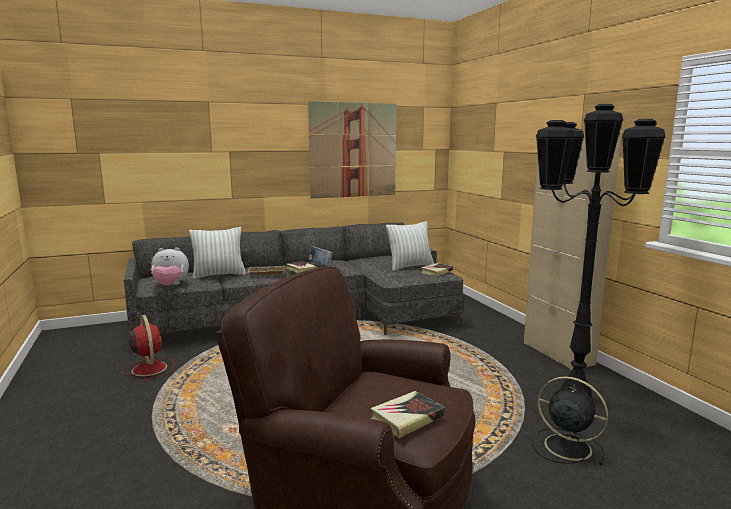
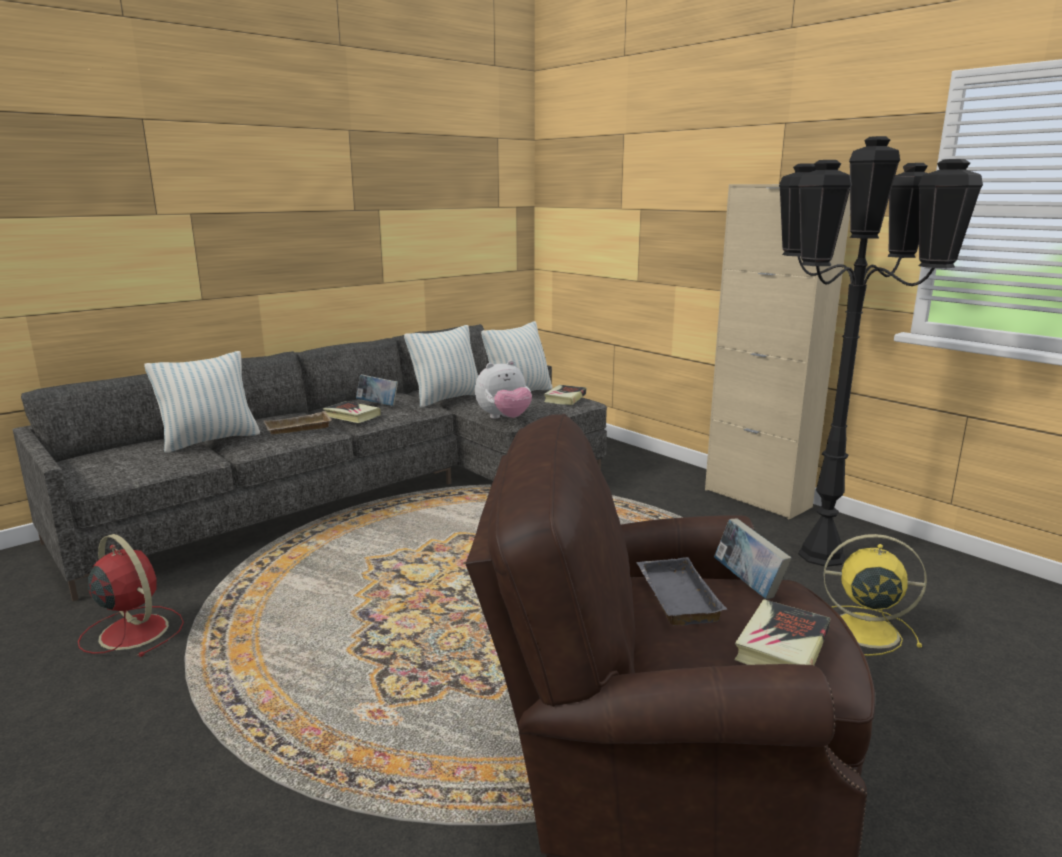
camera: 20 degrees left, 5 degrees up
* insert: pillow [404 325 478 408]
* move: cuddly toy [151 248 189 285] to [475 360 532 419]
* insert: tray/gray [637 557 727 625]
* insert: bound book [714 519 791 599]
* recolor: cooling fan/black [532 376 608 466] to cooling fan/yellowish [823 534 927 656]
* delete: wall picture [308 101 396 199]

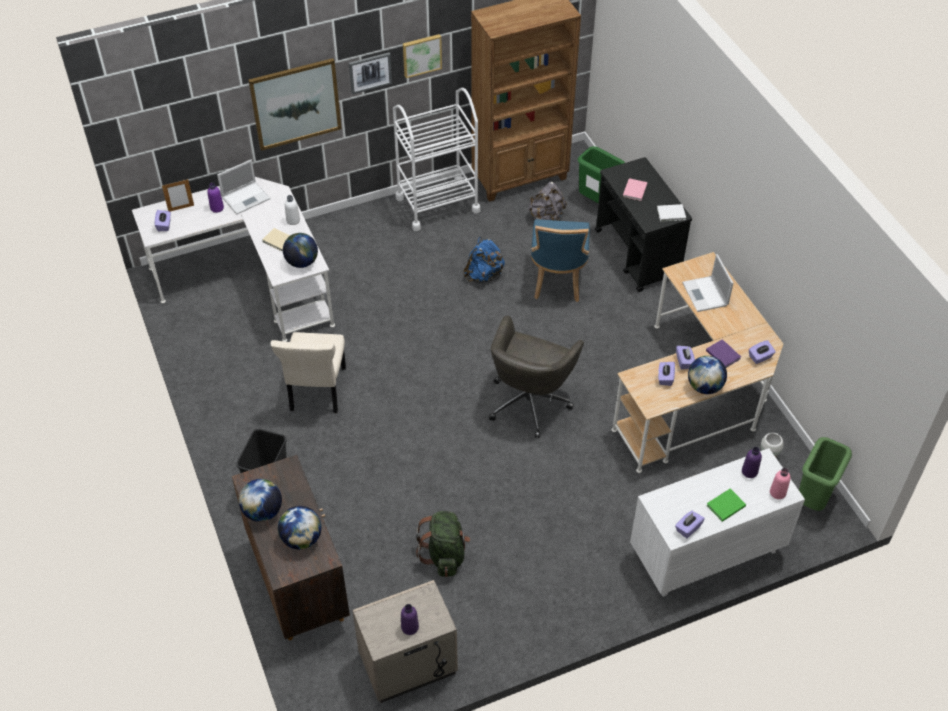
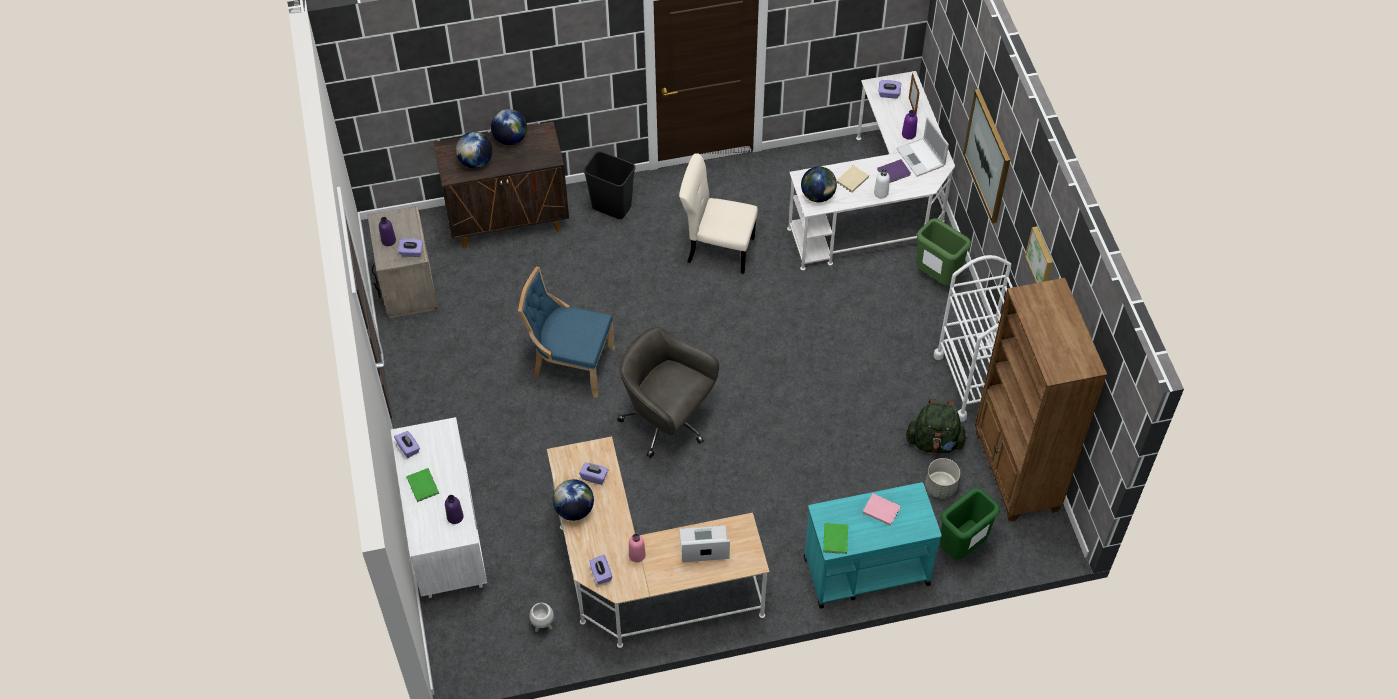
camera: 100 degrees right, 5 degrees up
* move: tissue box/purplish [676 346 695 370] to [398 238 423 257]
* move: chair/blue-coloured [531 219 590 302] to [518 267 615 398]
* move: beverage bottle/pink [770 468 790 499] to [629 533 646 562]
* recolor: wheeled cart/black [595 157 692 292] to wheeled cart/blue-green [804 482 942 609]
* recolor: bound book/whitish [657 204 686 222] to bound book/green-coloured [823 523 848 554]
* move: bound book/purplish [706 339 741 368] to [877 159 911 183]
* move: rucksack/green-coloured [416 511 470 577] to [906 399 968 453]
* move: waste bin/green-coloured [799 437 852 511] to [916 218 971 285]
* replace: rucksack/gray [528 182 567 221] to planter/gray [925 458 960 499]
* delete: wall picture [349 52 392 94]
* delete: rucksack/blue-coloured [463 237 505 283]

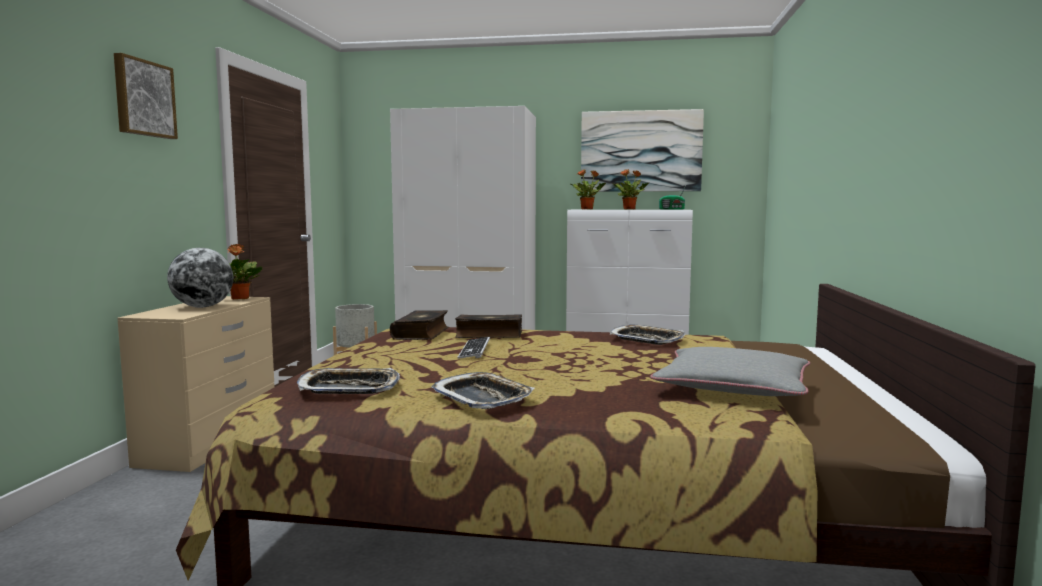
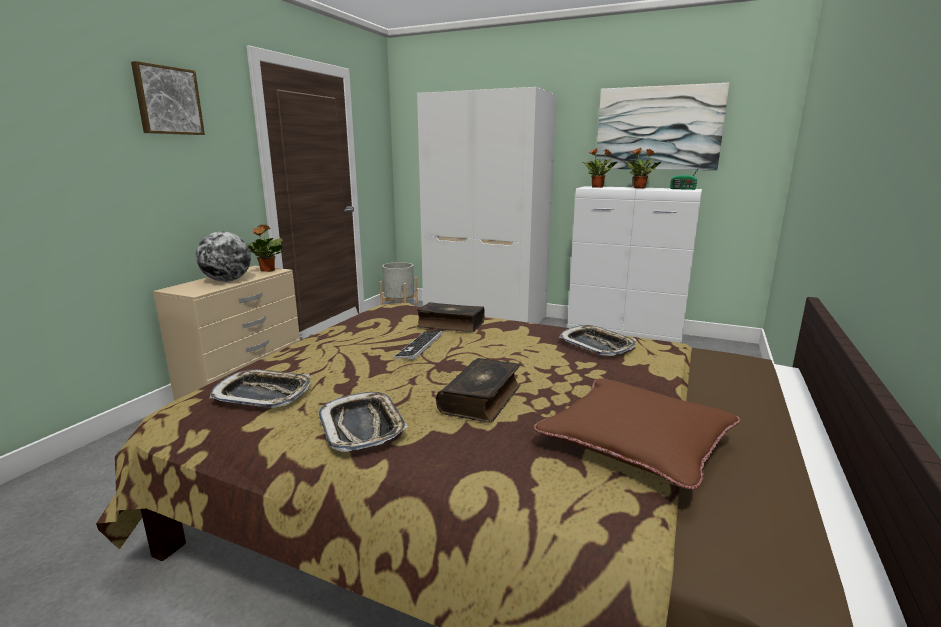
camera: 15 degrees right, 10 degrees up
* move: bound book [390 310 448 340] to [436 358 520 423]
* recolor: pillow/gray [650 347 810 396] to pillow/brown [533 378 740 490]

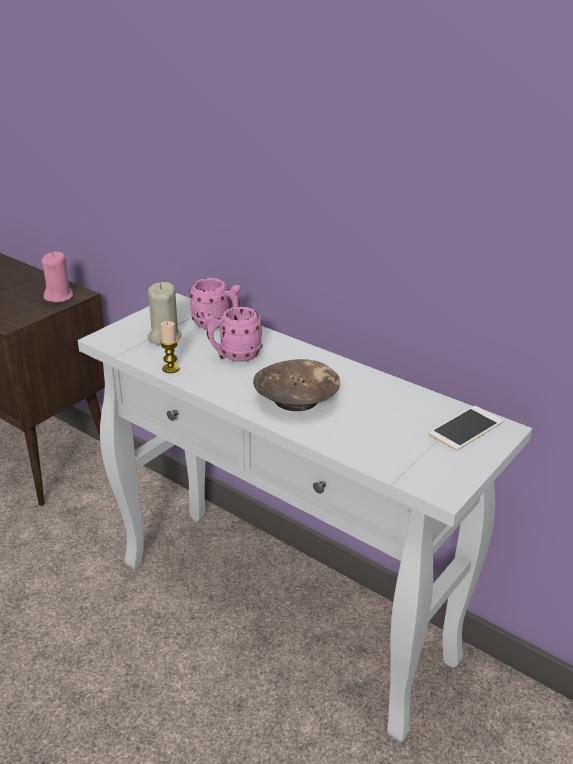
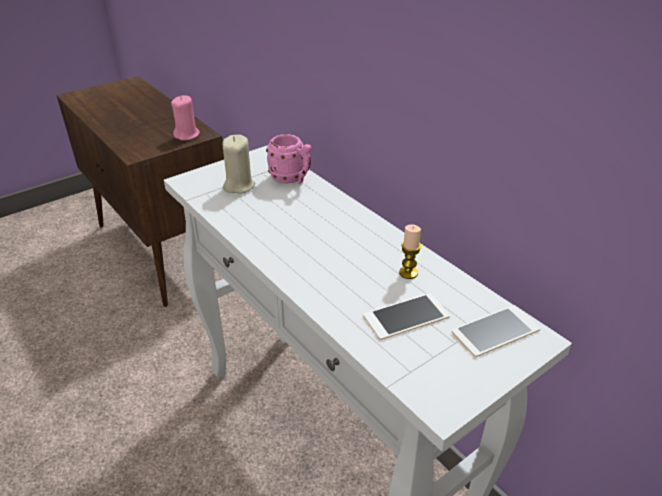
camera: 15 degrees right, 5 degrees up
* insert: phone [363 293 450 340]
* move: wax candle [160 321 180 373] to [399 224 421 279]
* delete: coffee mug/pink [204 307 263 362]
* delete: bowl/brown [253 359 340 411]

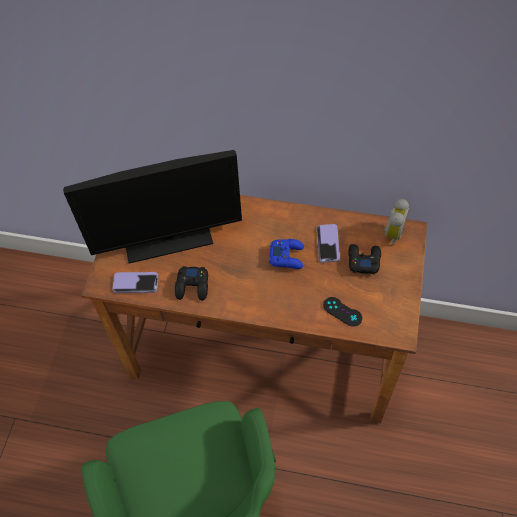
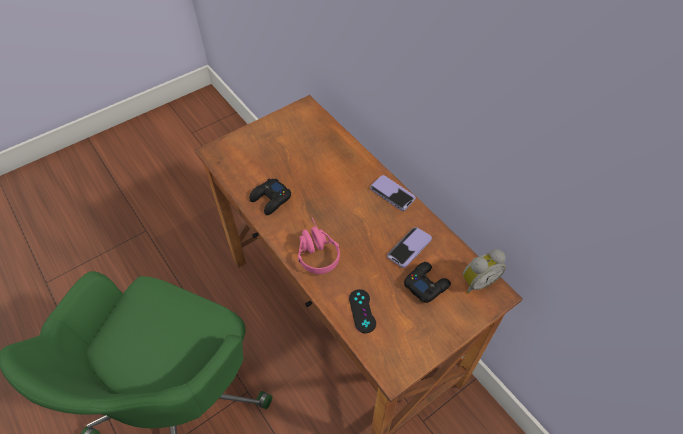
camera: 40 degrees right, 5 degrees down
* insert: headphones/pink [298 217 340 274]
* move: phone [113 272 158 293] to [370 175 416 211]
* delete: monitor [63 150 242 264]
* delete: gamepad/blue-coloured [269 239 304 269]

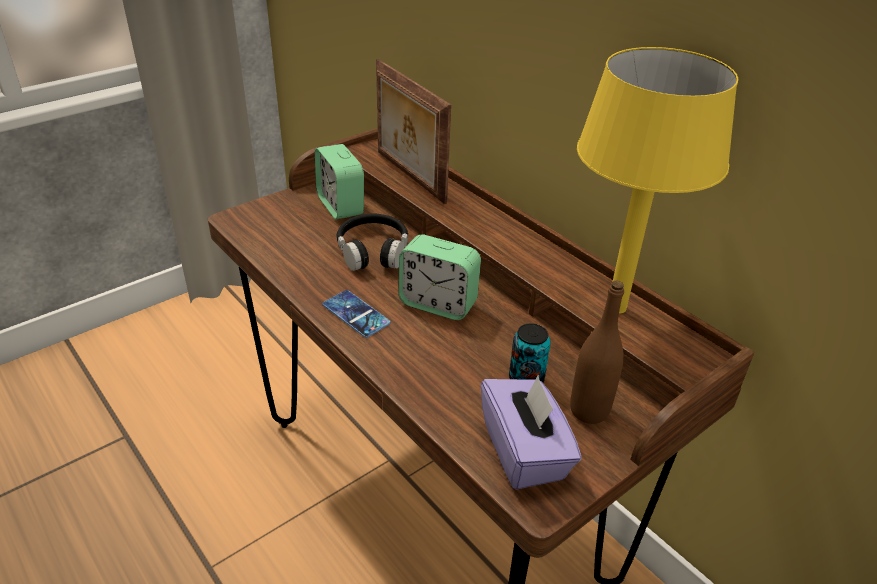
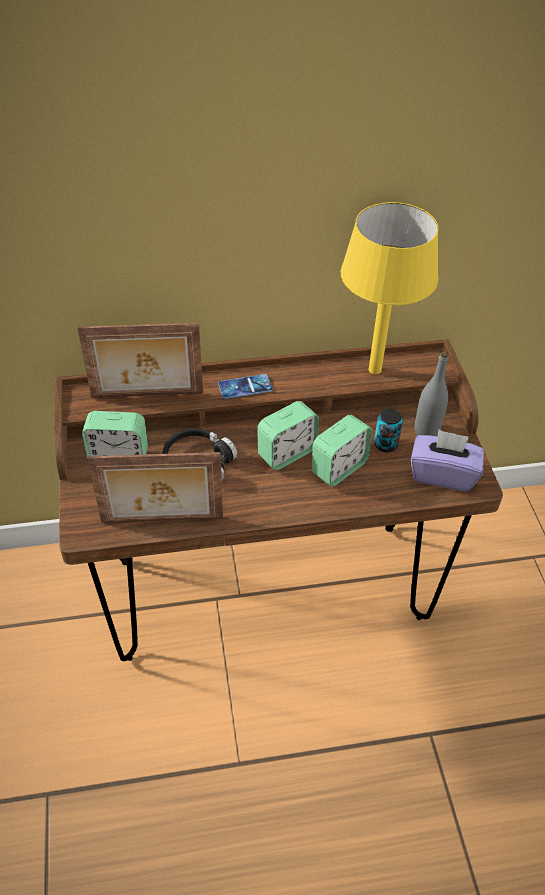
camera: 60 degrees left, 10 degrees up
* insert: photo frame [87 452 223 523]
* move: phone [323 290 391 338] to [218 374 273 399]
* insert: alarm clock [312 415 372 487]
* recolor: beverage bottle/brown [570 281 624 424] to beverage bottle/gray [415 351 449 436]

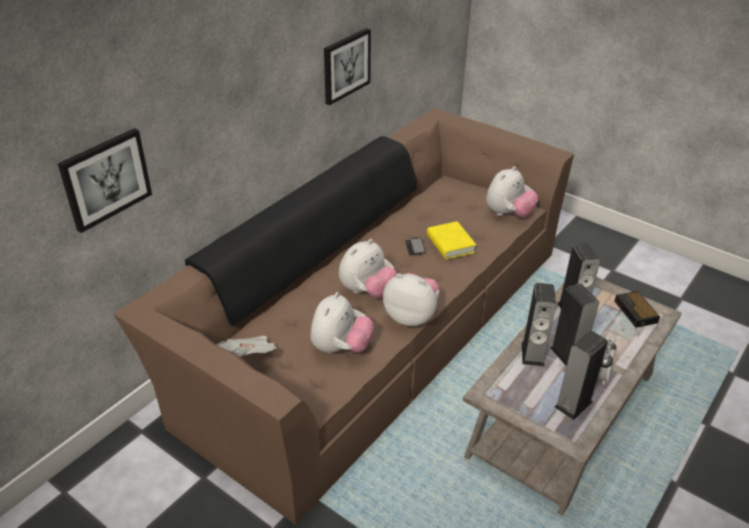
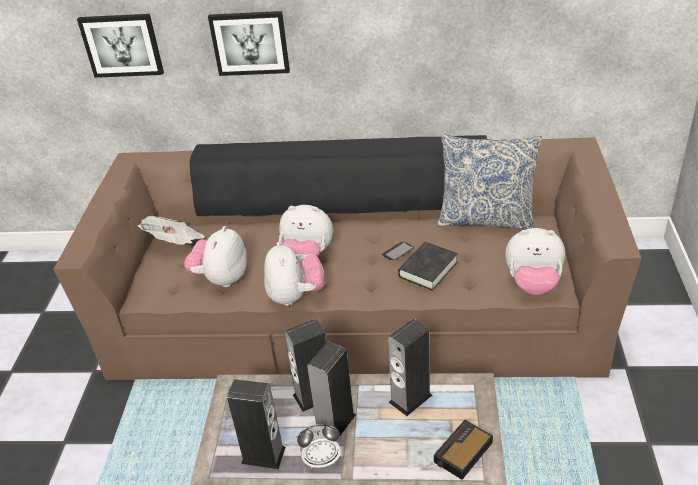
camera: 60 degrees right, 0 degrees up
* rotate: cuddly toy [310 292 374 354] = [184 226 247 287] 120 degrees clockwise
* move: wall picture [324 28 371 105] to [208 11 290 76]
* recolor: bound book/yellowish [427 221 476 259] to bound book/black [398 242 458 291]
* insert: pillow [438 134 542 230]

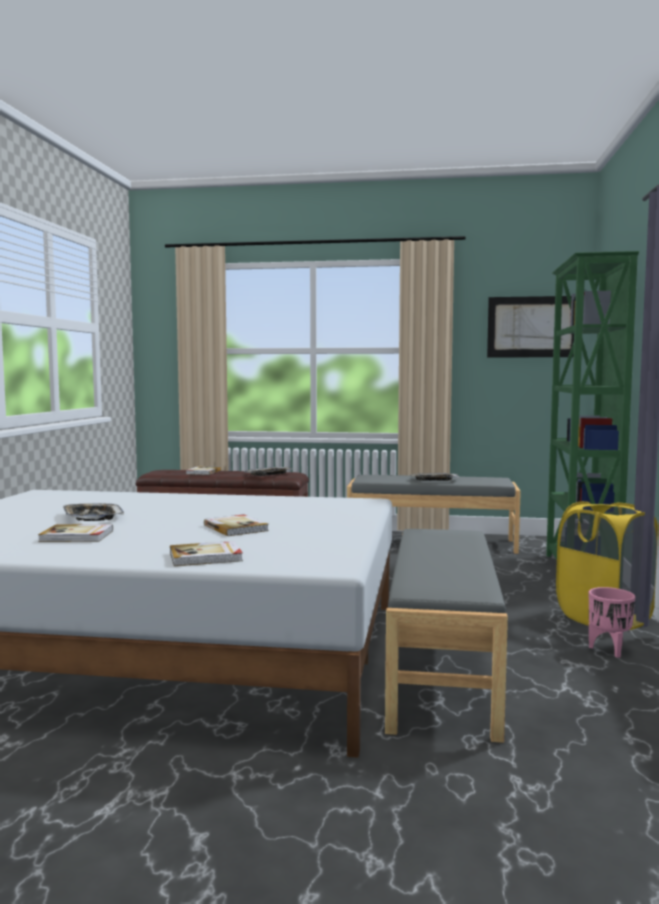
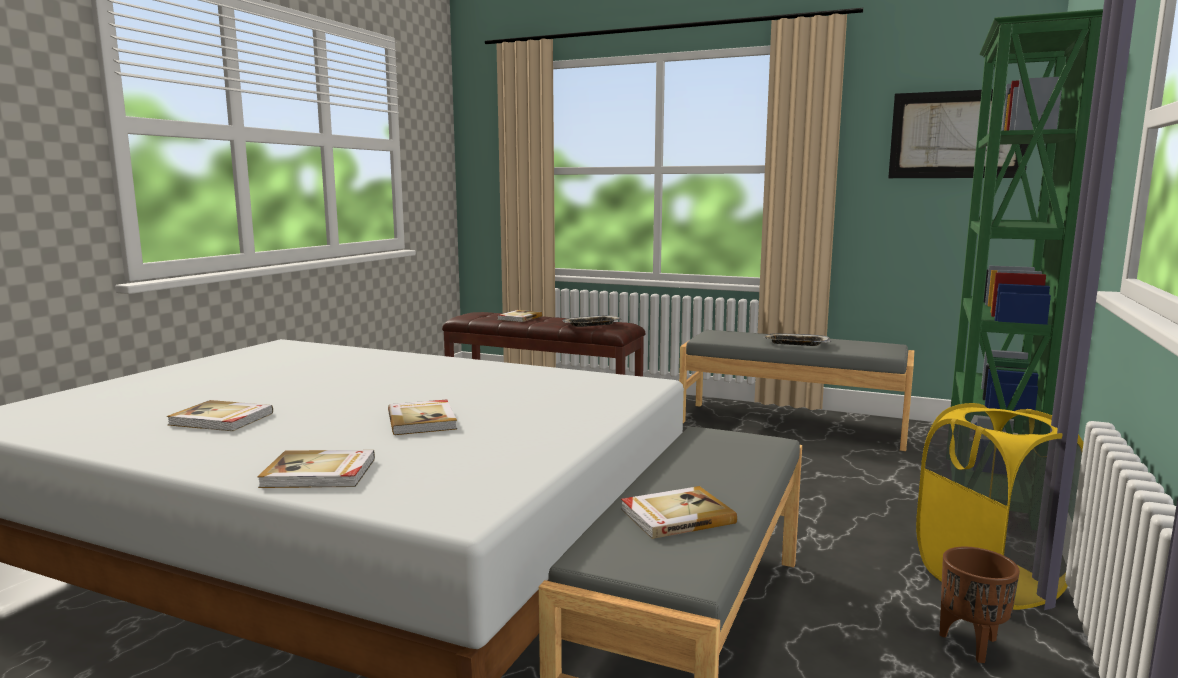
camera: 15 degrees right, 5 degrees up
* insert: bound book [621 486 737 539]
* recolor: planter/pink [589 587 635 658] to planter/brown [939 547 1020 663]
* delete: tray [63 503 124 521]

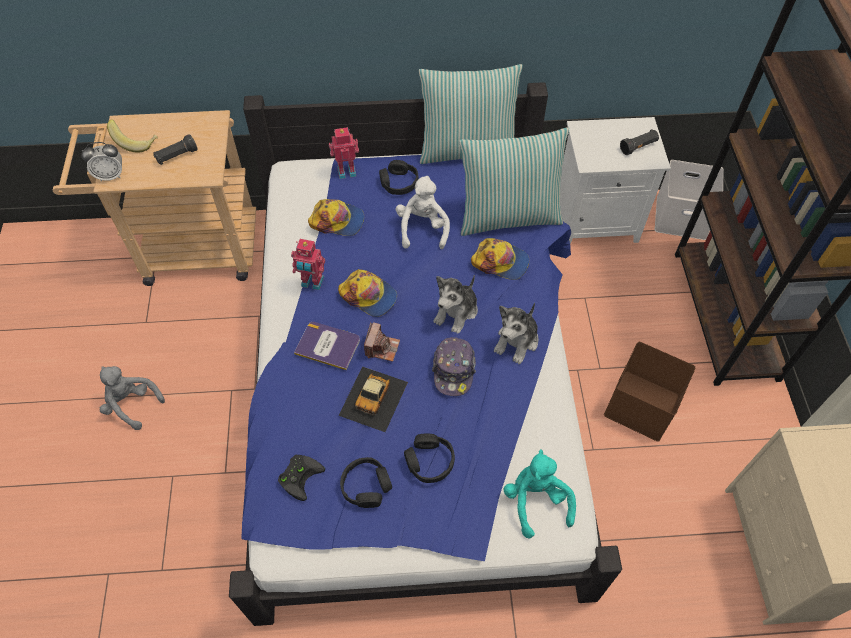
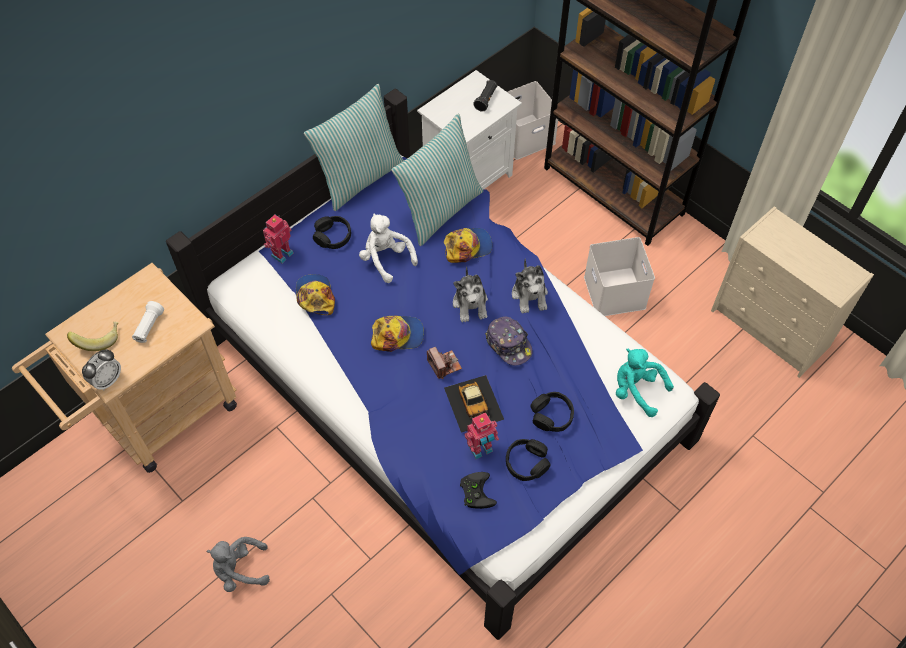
camera: 40 degrees left, 0 degrees up
* recolor: torch/black [153 134 197 165] to torch/whitish [132 301 164 343]
* rotate: cap [308 199 364 236] = [296 274 335 315] 75 degrees counterclockwise
* move: robot figure [291 239 325 290] to [464 413 499 459]
* recolor: storage container/brown [604 342 695 442] to storage container/whitish [584 237 655 316]
* delete: bound book [294 322 360 370]

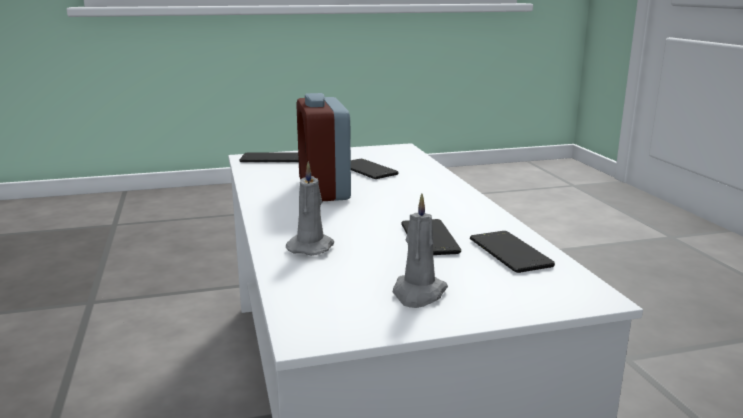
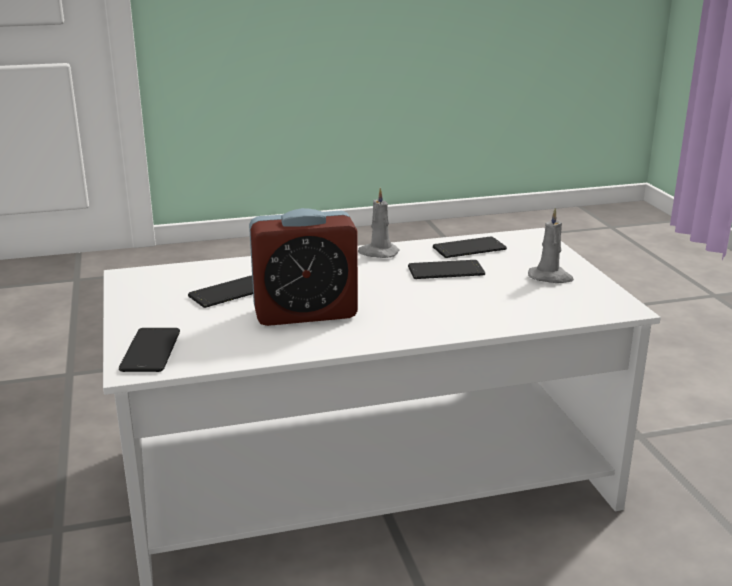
camera: 90 degrees left, 5 degrees up
* move: wax candle/gray [286 162 334 256] to [358 188 400 258]

